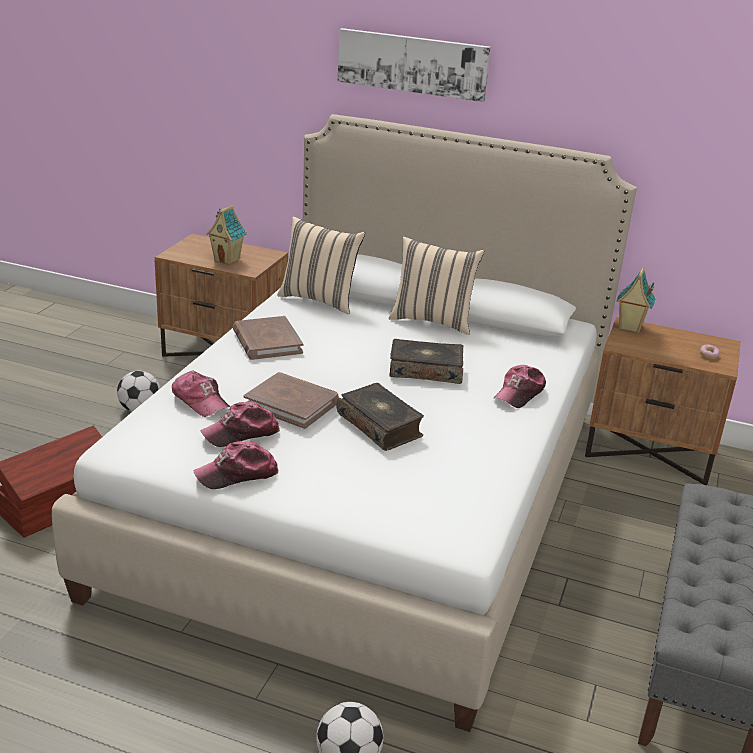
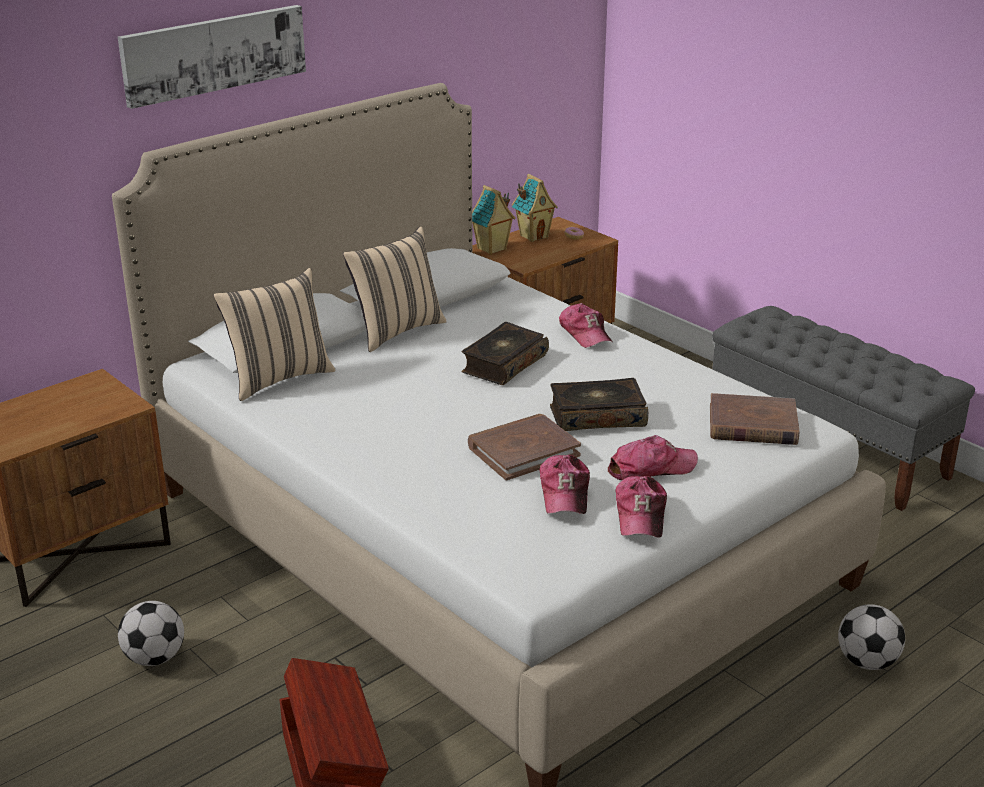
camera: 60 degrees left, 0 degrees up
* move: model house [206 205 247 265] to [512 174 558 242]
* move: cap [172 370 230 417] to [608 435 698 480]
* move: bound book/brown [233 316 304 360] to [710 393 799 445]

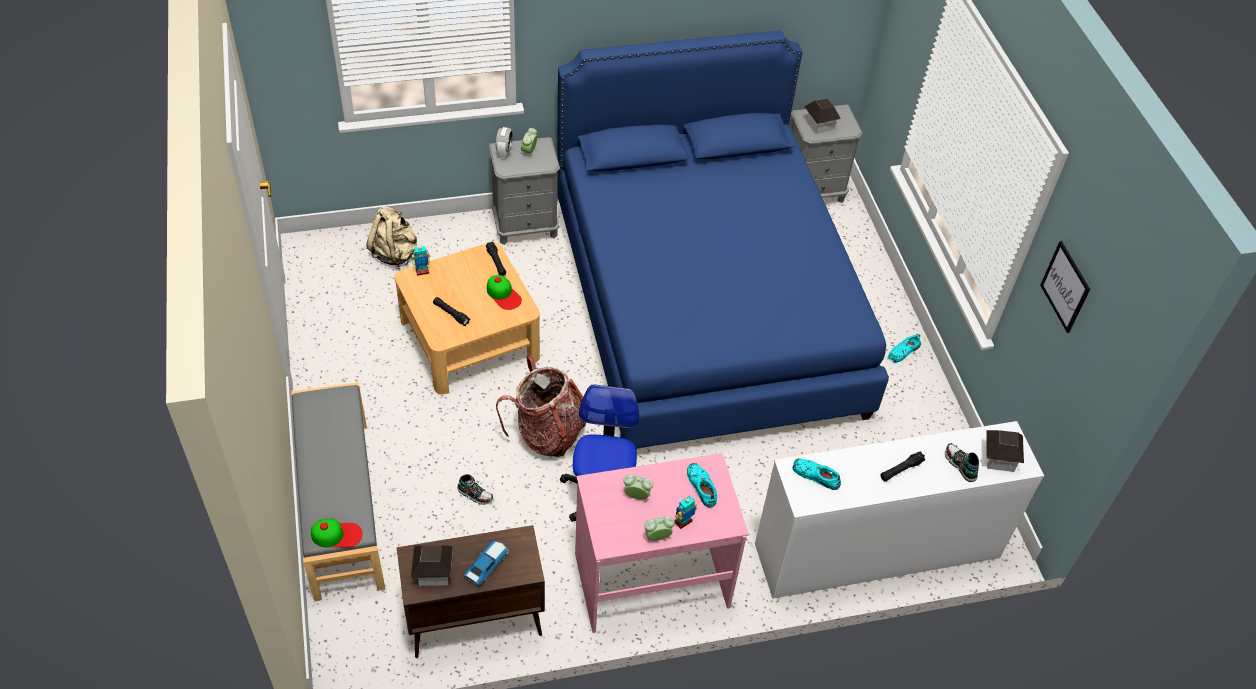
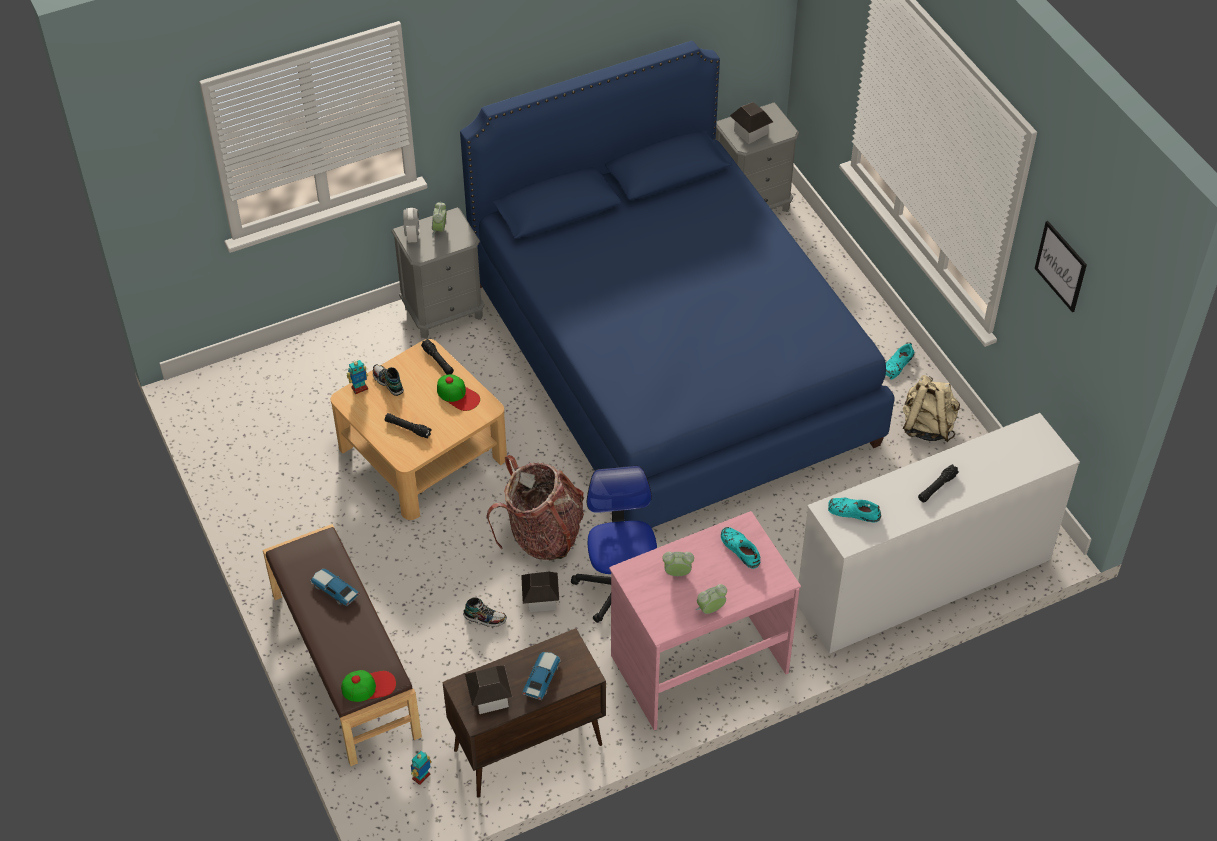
camera: 10 degrees left, 0 degrees up
* recolor: indoor bench/gray [291 382 385 601] to indoor bench/brown [263 524 422 766]
* insert: miniature car [310 569 360 606]
* move: item of footwear [945 443 979 482] to [373 364 404 396]
* move: robot figure [675 496 697 529] to [411 751 432 785]
* move: model house [986 430 1024 472] to [521 572 559 612]
* move: rucksack/beige-coloured [366 206 417 267] to [903 375 960 442]

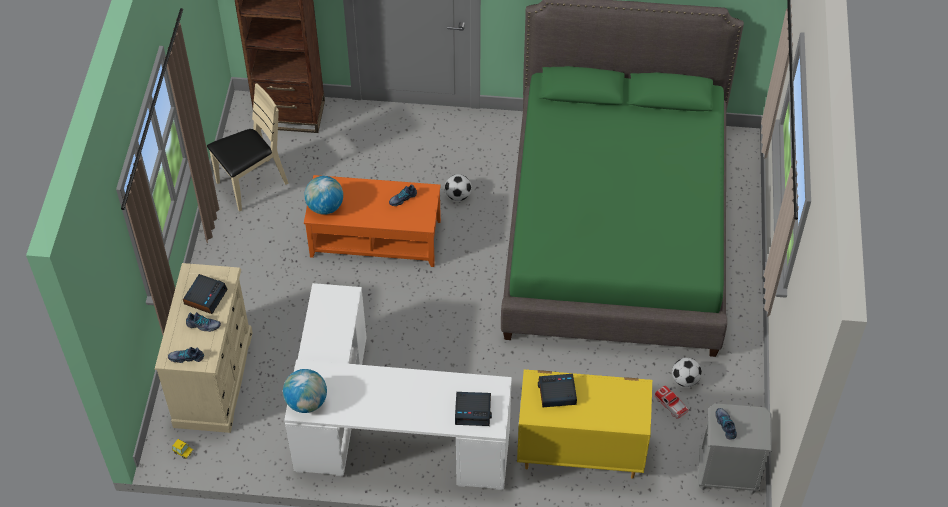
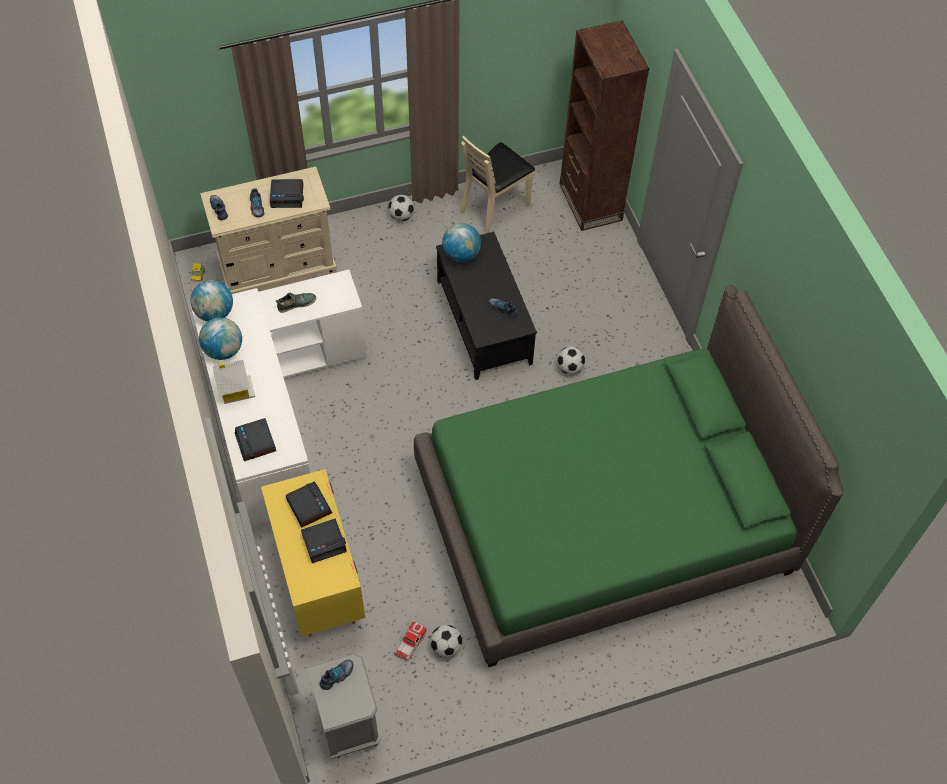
camera: 65 degrees right, 5 degrees up
* insert: world globe [199 317 242 360]
* insert: model house [213 360 255 404]
* insert: item of footwear [276 293 316 313]
* insert: alarm clock [301 518 347 563]
* insert: football ball [388 195 415 221]
* recolor: coffee table/orangey [304 175 441 267] to coffee table/black [436 232 537 380]
* rotate: chair/beige-coloured [207 83 289 212] = [460 136 535 233] 105 degrees clockwise

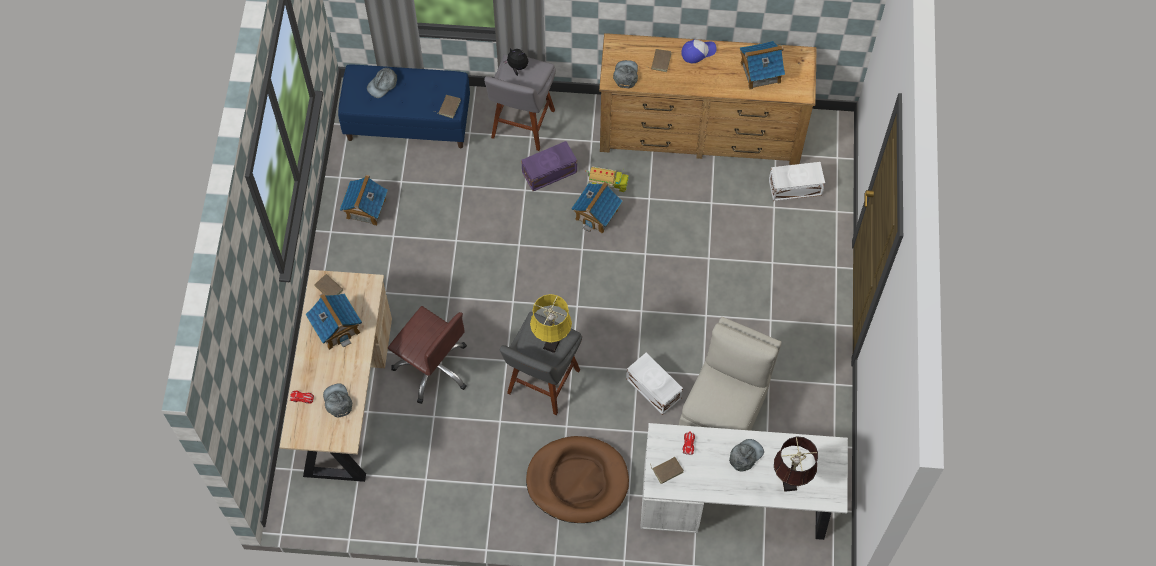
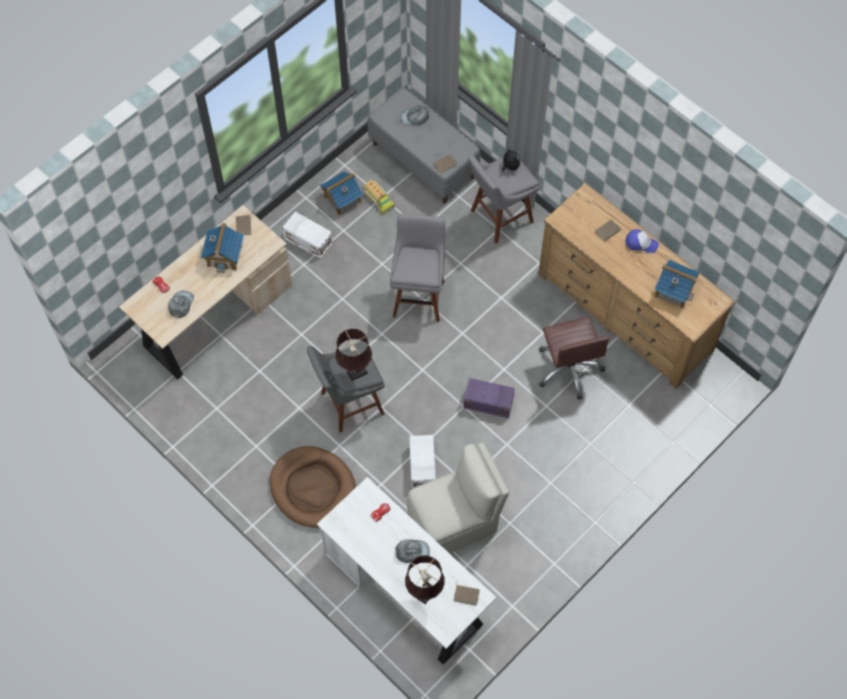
camera: 40 degrees right, 0 degrees up
* move: storage container/whitish [769 162 825 201] to [282 212 333 259]
* recolor: tabletop lamp/yellowish [530 294 572 353] to tabletop lamp/brown [335 329 372 381]
* move: model truck [585 166 629 192] to [363 179 395 215]
* recolor: indoor bench/blue-coloured [338 65 470 148] to indoor bench/gray [368 88 480 204]
* insert: stool/gray [390 213 445 322]
* move: bound book/brown [650 457 684 484] to [453 581 480 606]
* move: storage container/purplish [521 141 577 191] to [464 378 515 418]
* move: office chair/brown [388 306 467 404] to [539 317 610 400]
* delete: model house [571 182 622 234]
* delete: cap/gray [613 60 638 88]

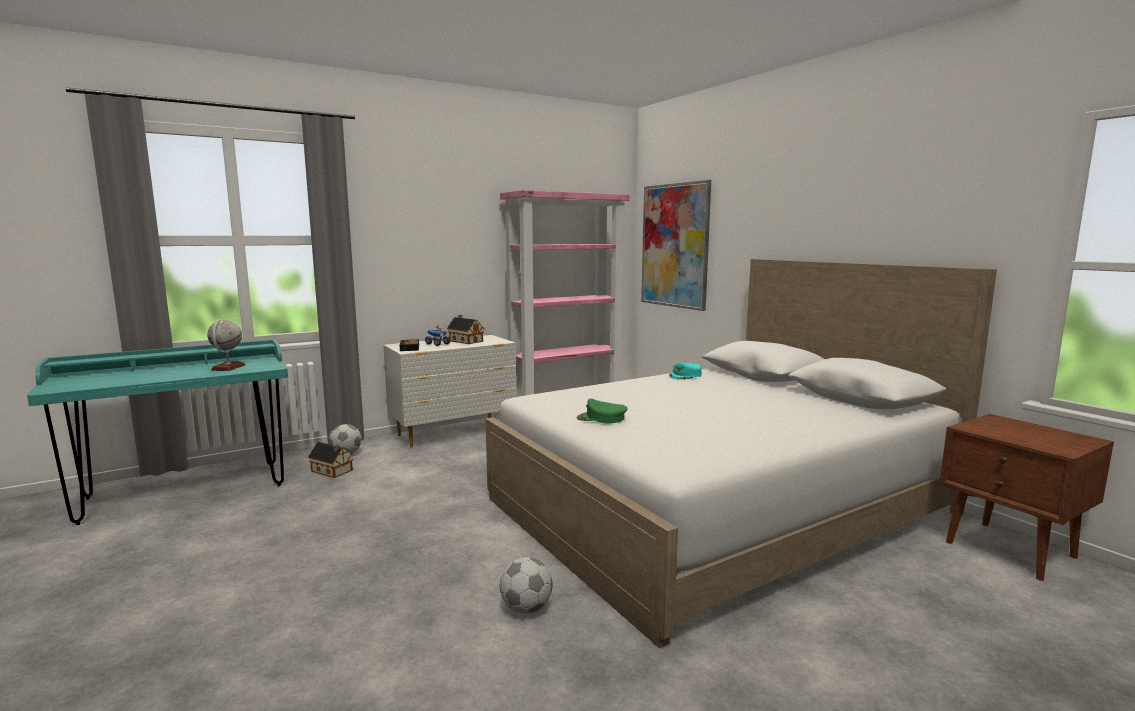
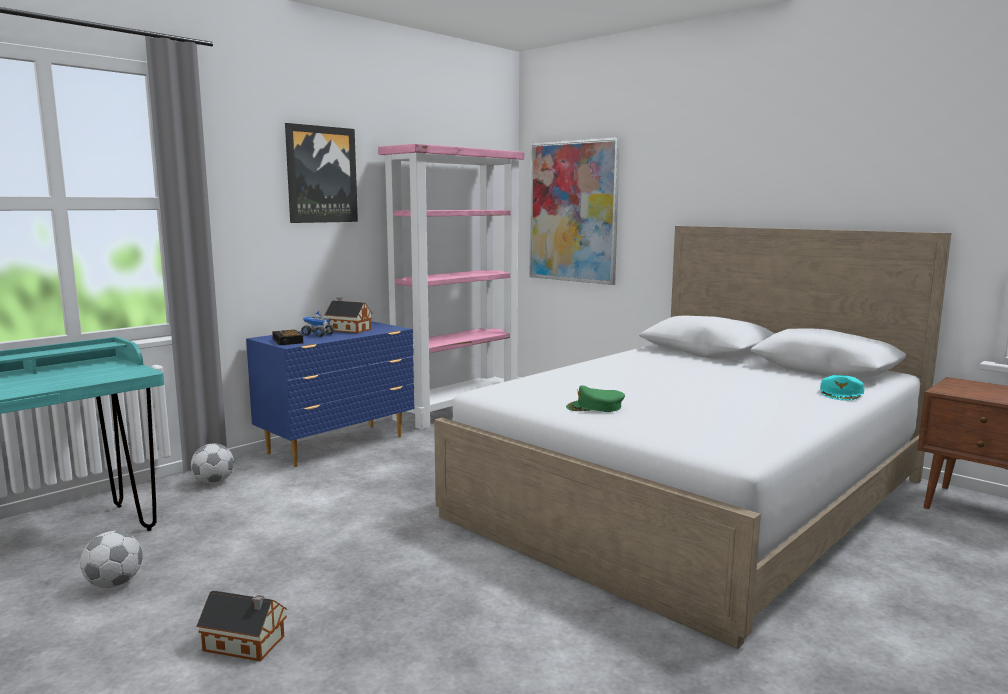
camera: 15 degrees left, 0 degrees up
* move: football ball [500 557 552 614] to [80 531 143 588]
* move: model house [308 442 354 478] to [197 590 287 661]
* recolor: dresser/whitish [383 335 517 448] to dresser/blue-coloured [246 321 415 467]
* insert: wall picture [285 123 358 223]
* move: cap/blue-green [669 363 702 380] to [820 375 864 400]
* delete: world globe [208 319 245 371]

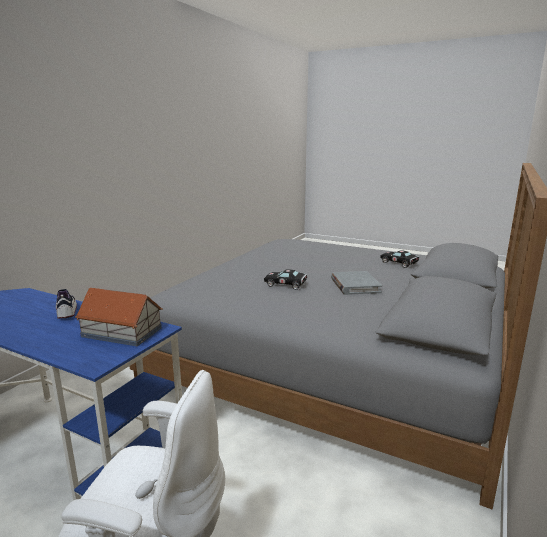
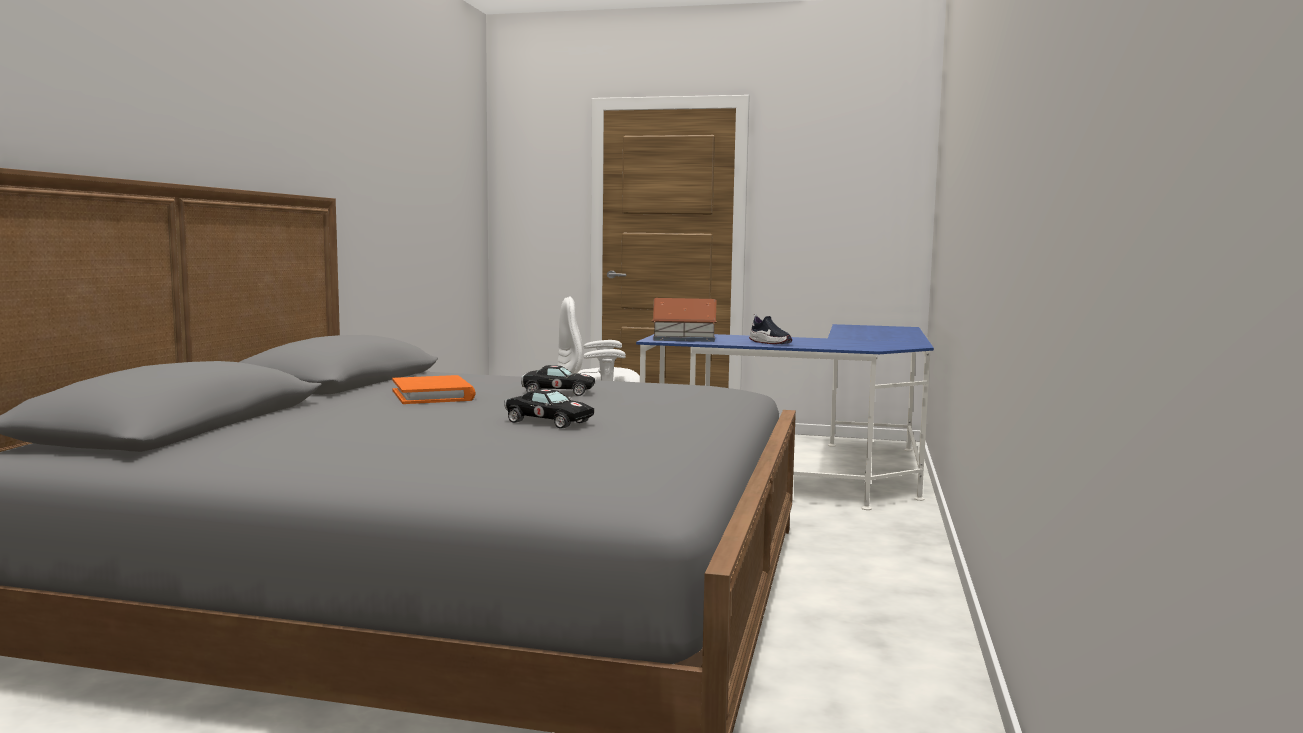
camera: 165 degrees right, 10 degrees down
* recolor: bound book/gray [331 271 382 295] to bound book/orangey [392 375 475 404]
* move: miniature car/black [380 250 419 268] to [504 389 594 429]

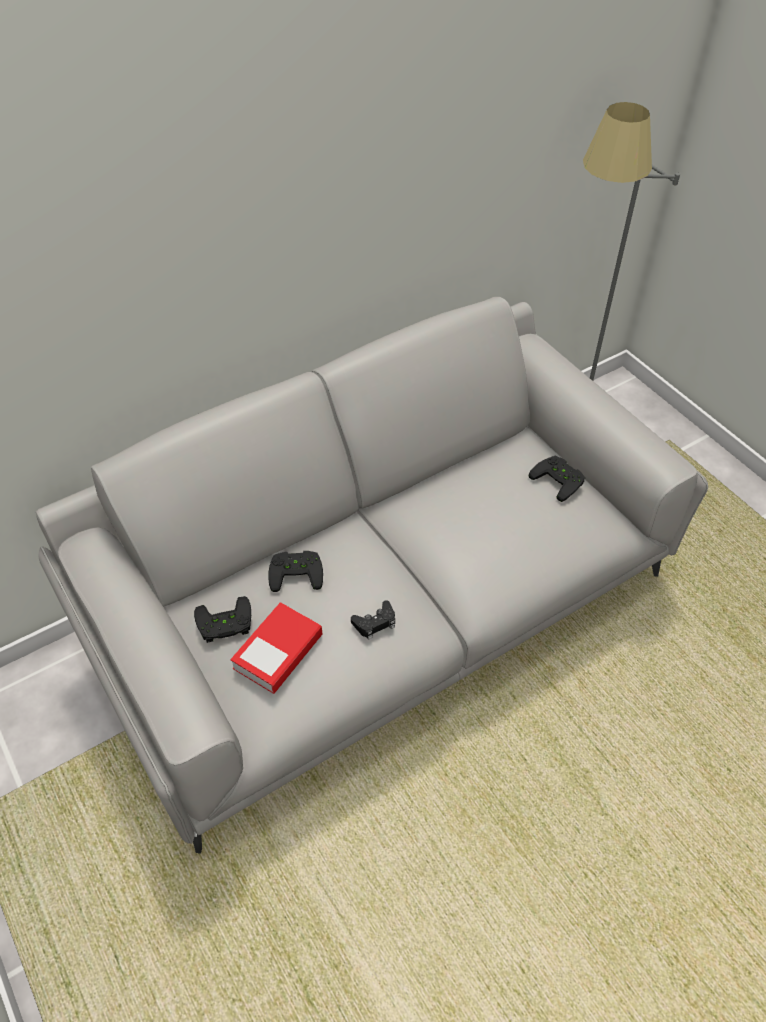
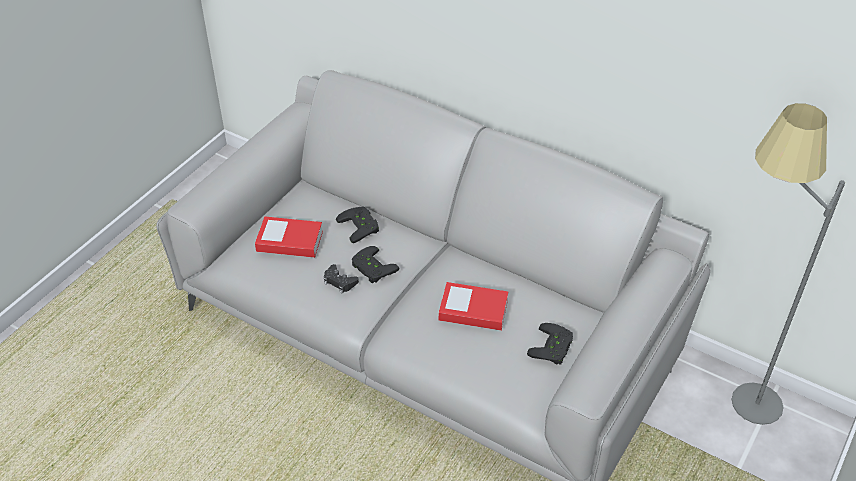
camera: 65 degrees right, 5 degrees down
* move: gamepad/black [194 596 251 643] to [352 246 400 283]
* insert: bound book [439 282 508 331]

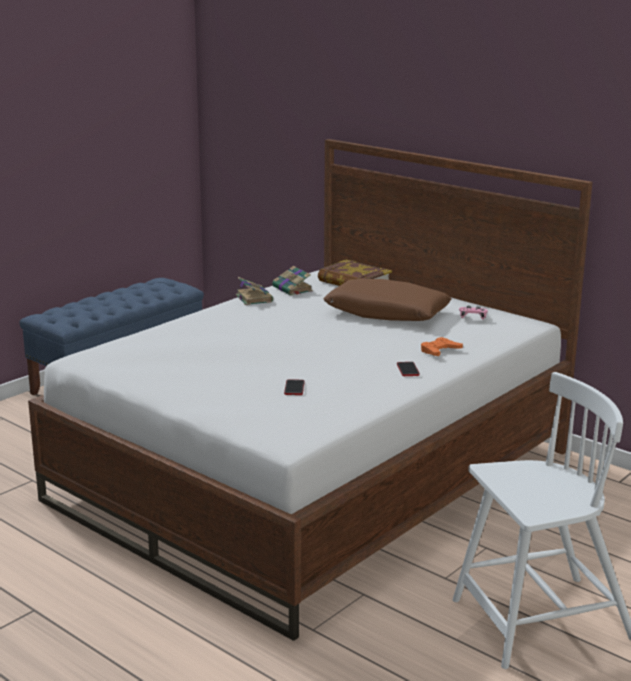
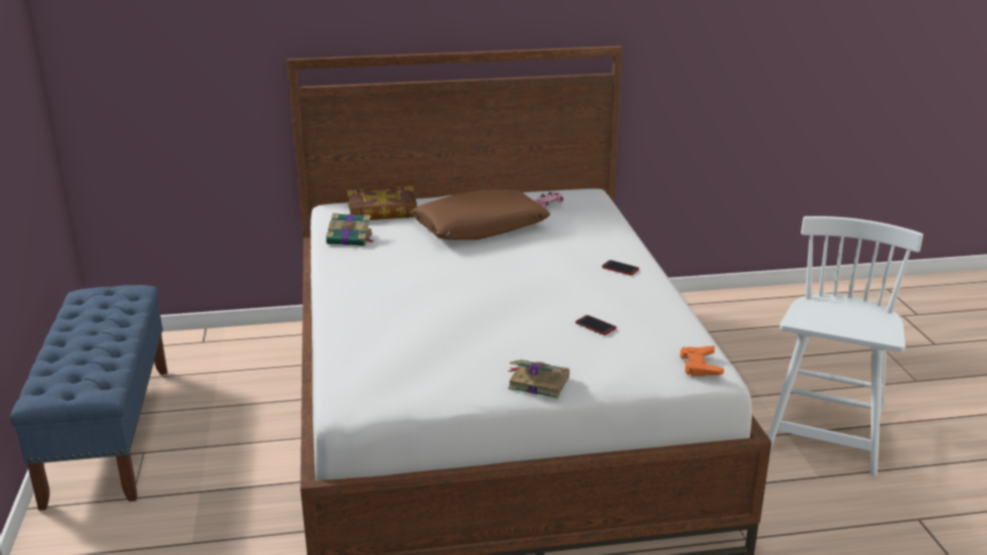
camera: 50 degrees left, 5 degrees up
* move: bound book [236 277 273 305] to [508 359 570 398]
* move: gamepad/orangey [421 337 463 356] to [680 346 724 376]

